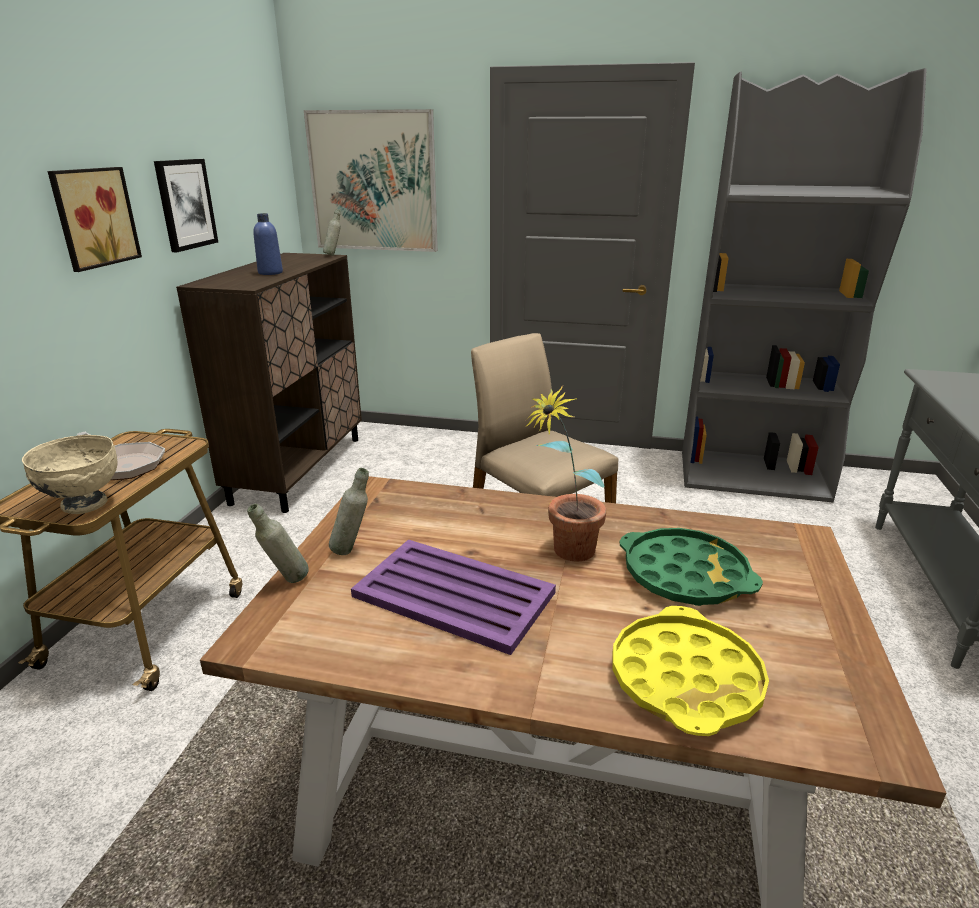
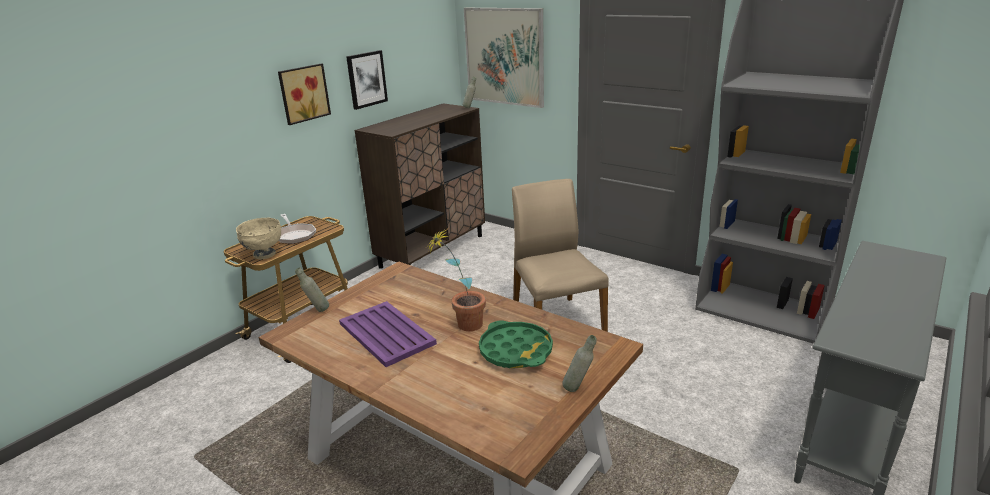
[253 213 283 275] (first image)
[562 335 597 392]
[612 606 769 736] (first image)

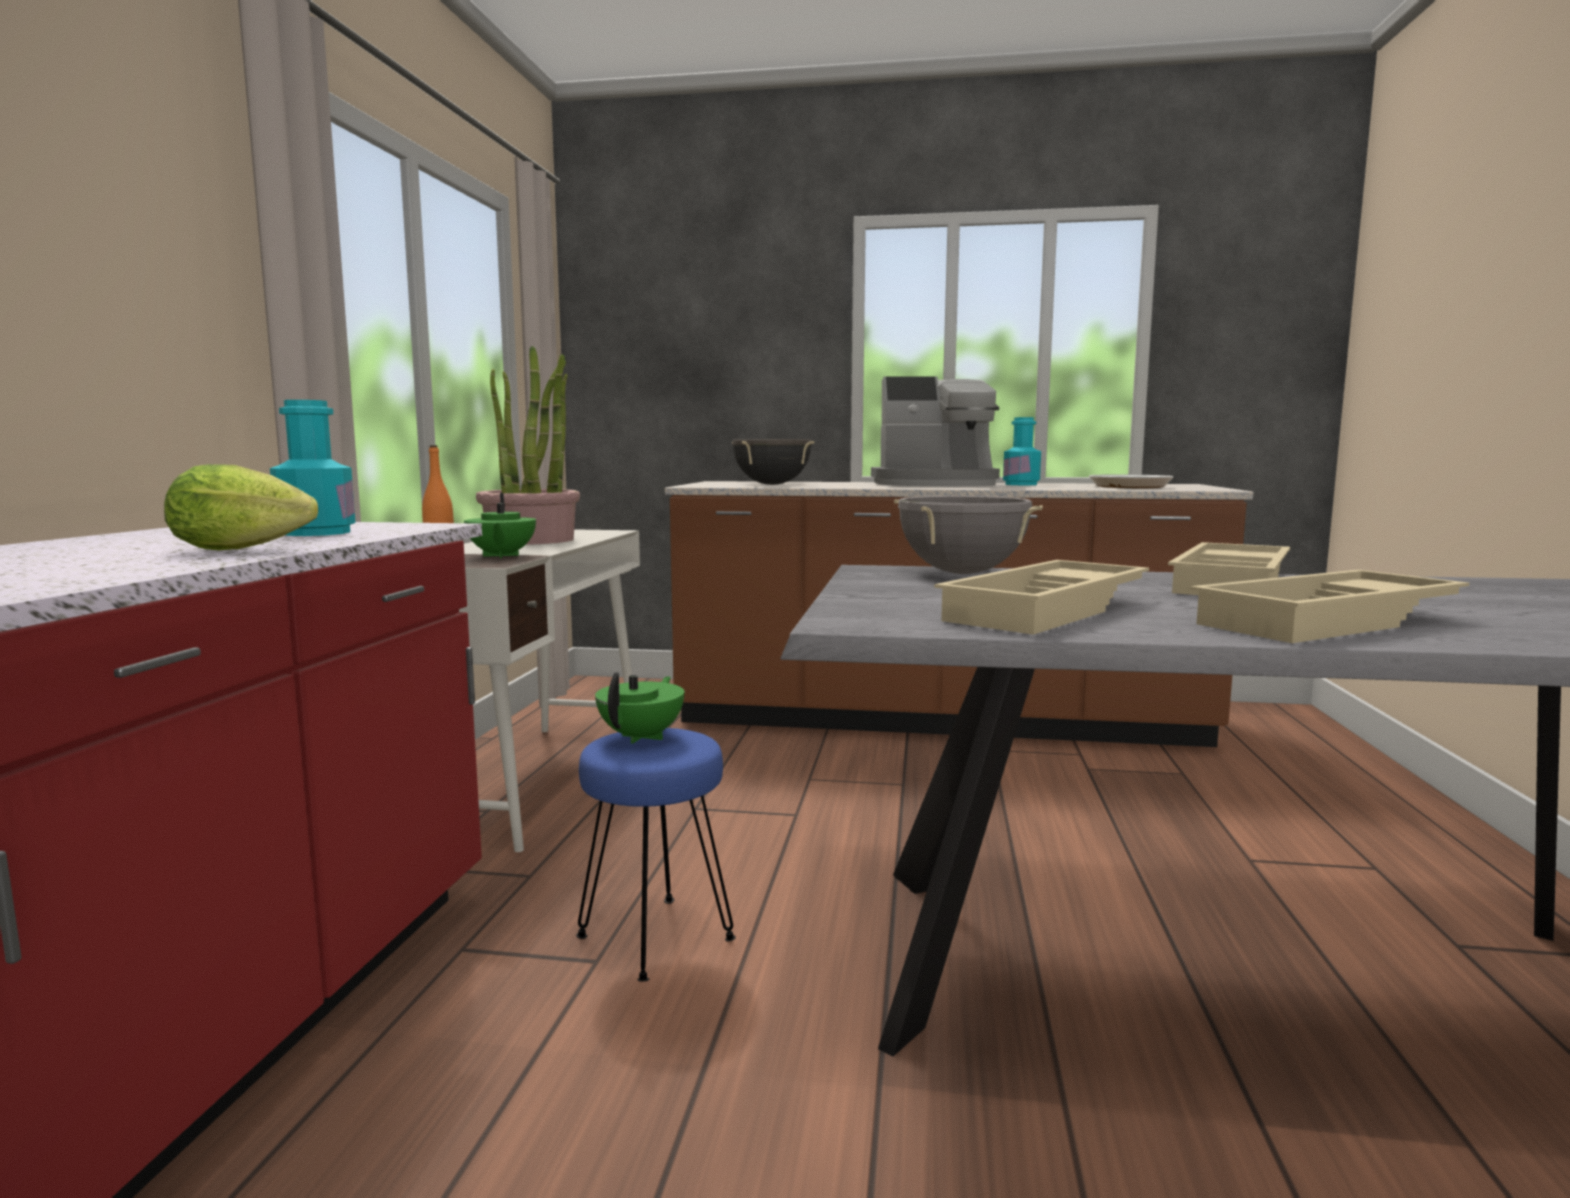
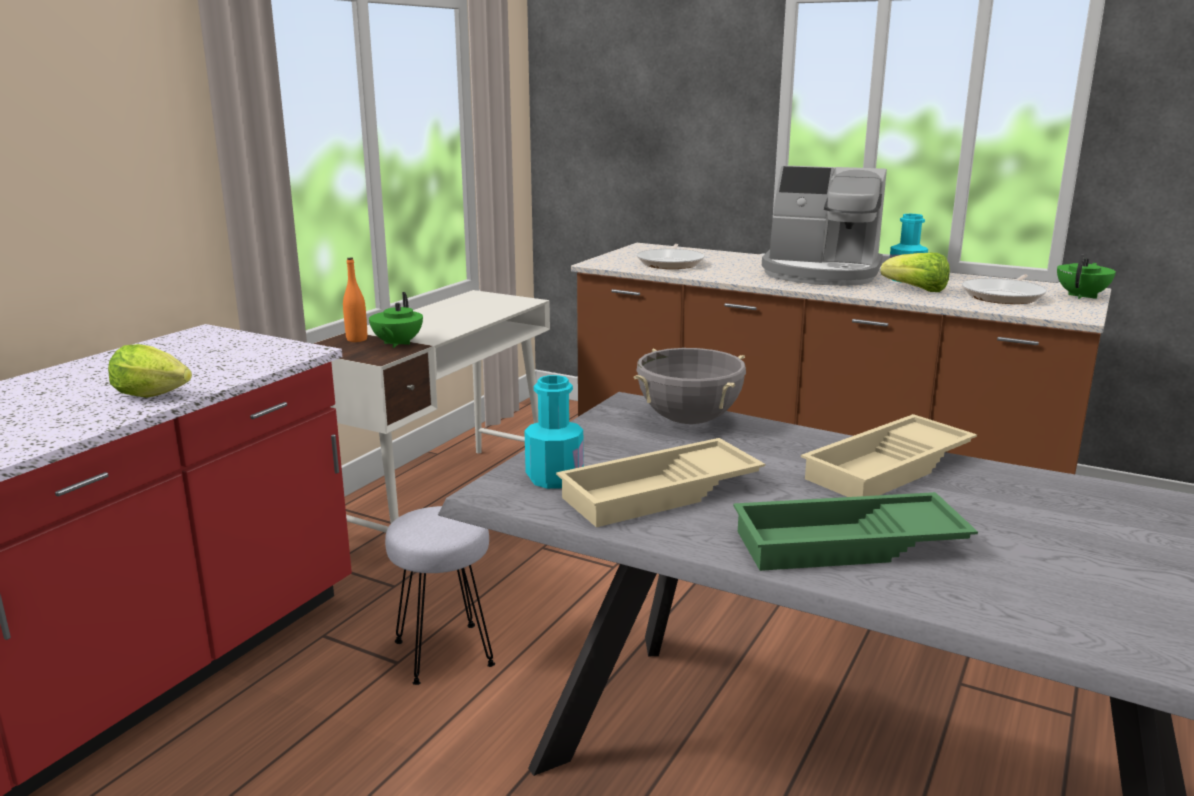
[476 346 580 545] (first image)
[524 375 584 489]
[637 244 705 269]
[733 492 978 571]
[1057 255 1116 299]
[385 506 495 685]
[881 253 950 292]

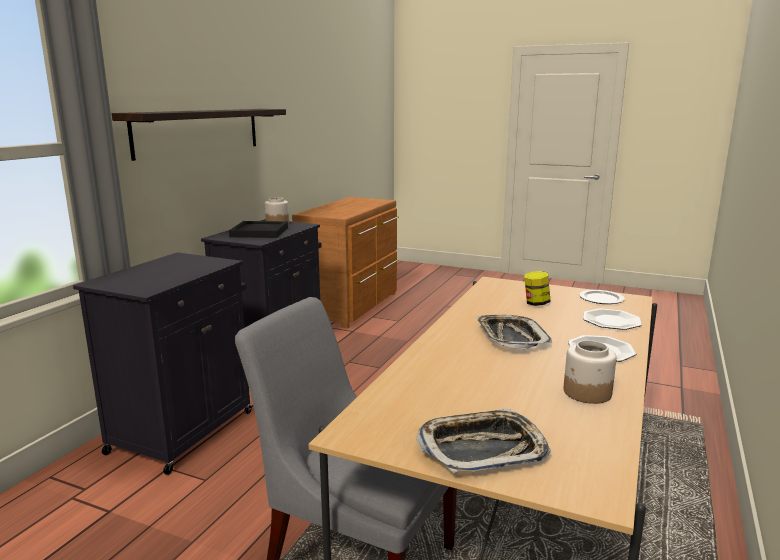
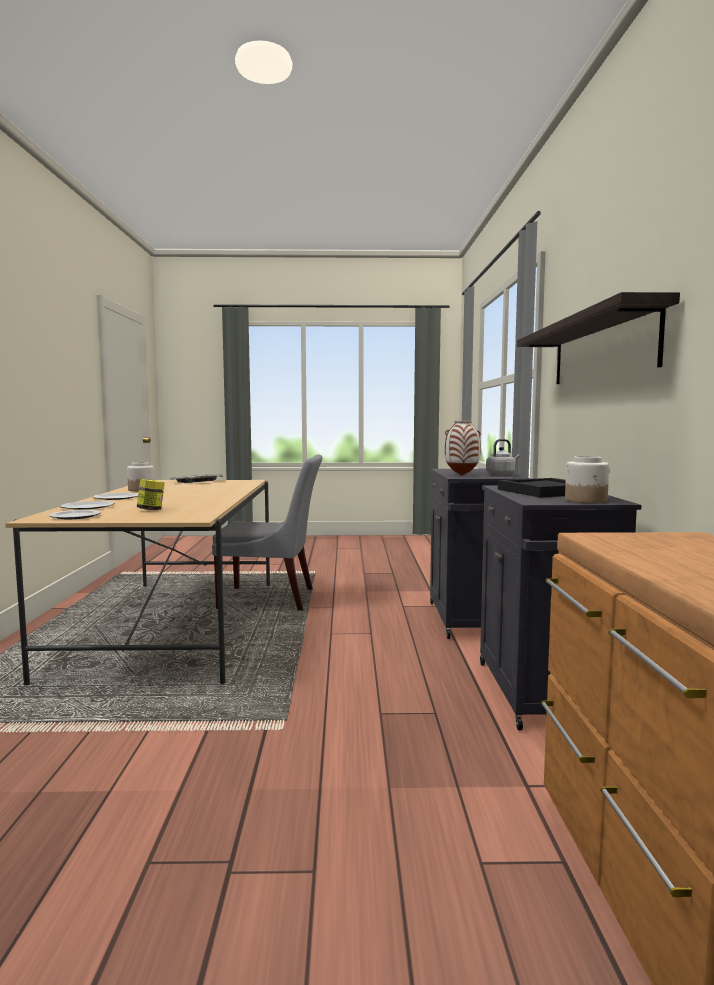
[476 315 552 349] (first image)
[445 421 481 476]
[486 439 520 475]

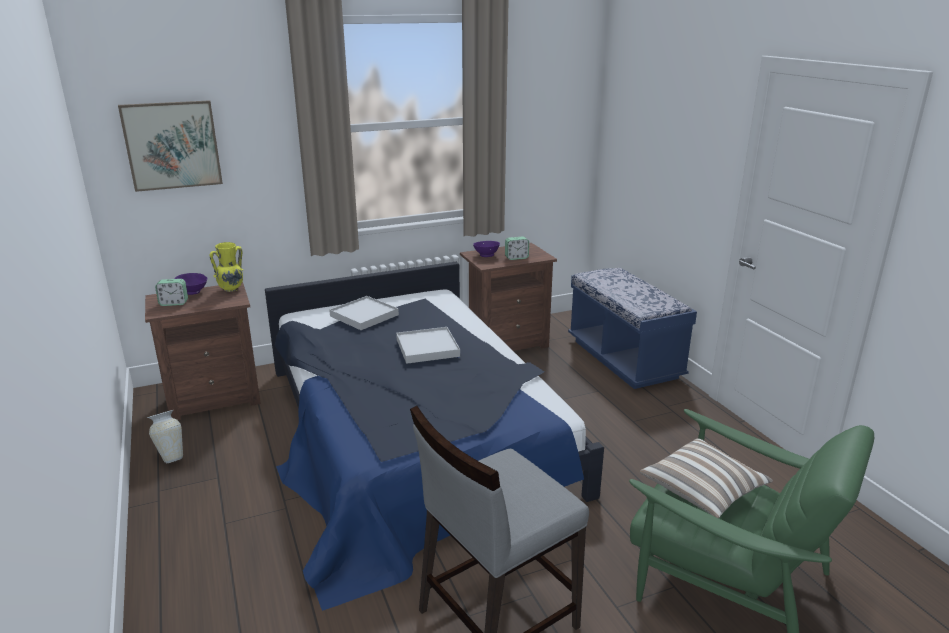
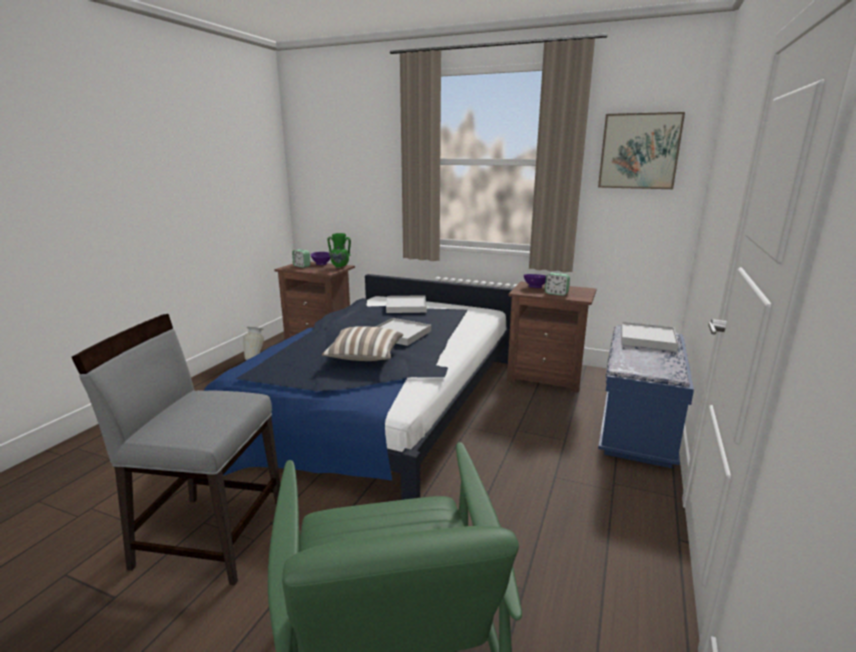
[598 112 685 189]
[327 233 351 268]
[322 326 403 361]
[621 322 679 351]

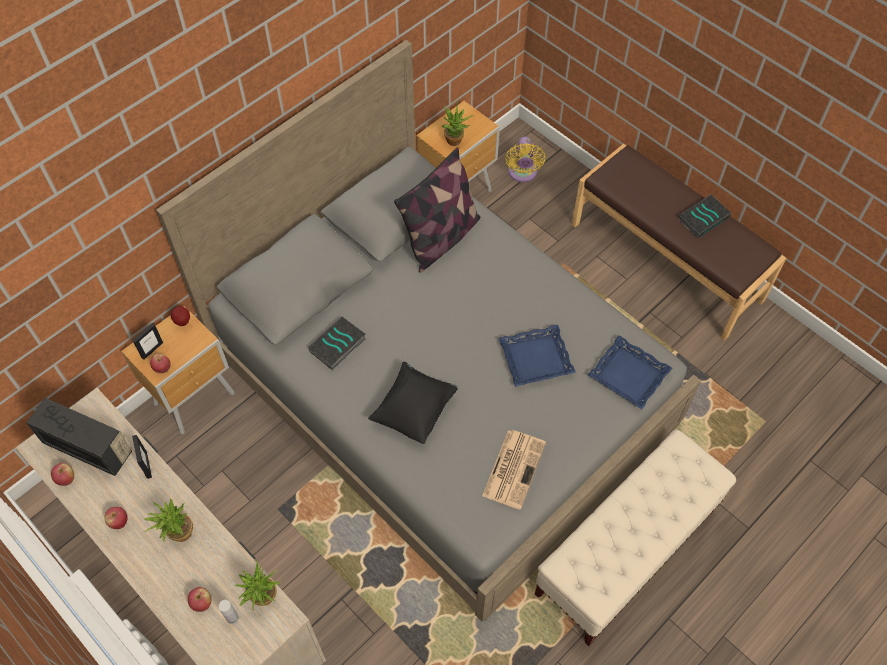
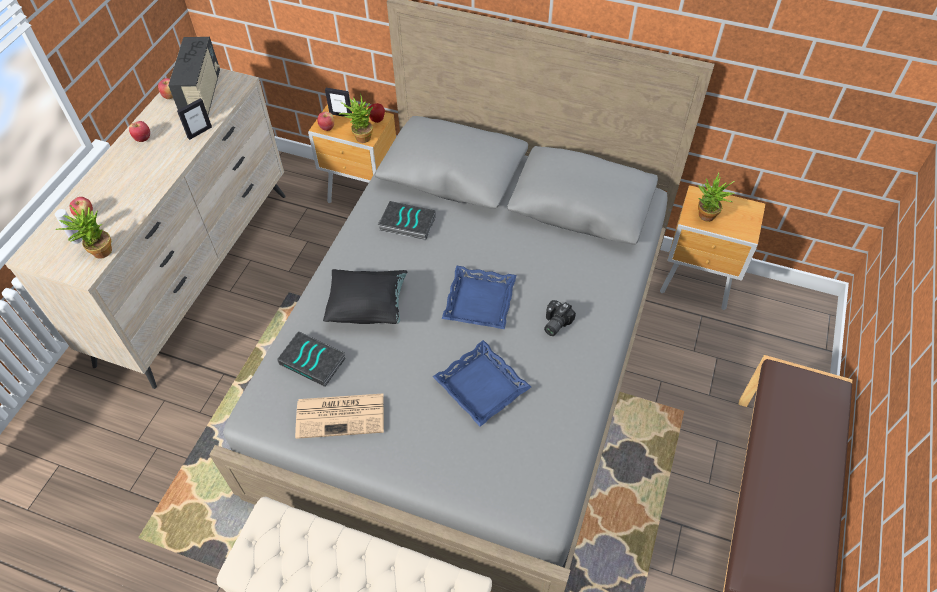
[505 137 546 182] (first image)
[394 147 481 273] (first image)
[277 331 346 387]
[442 265 516 329]
[339 93 373 143]
[544 300 576 336]

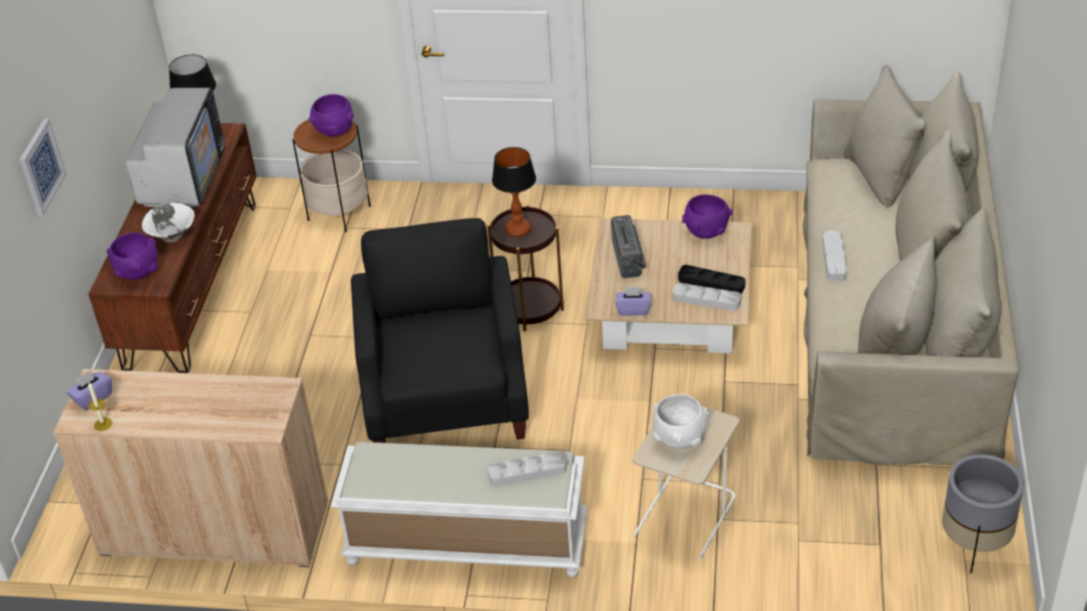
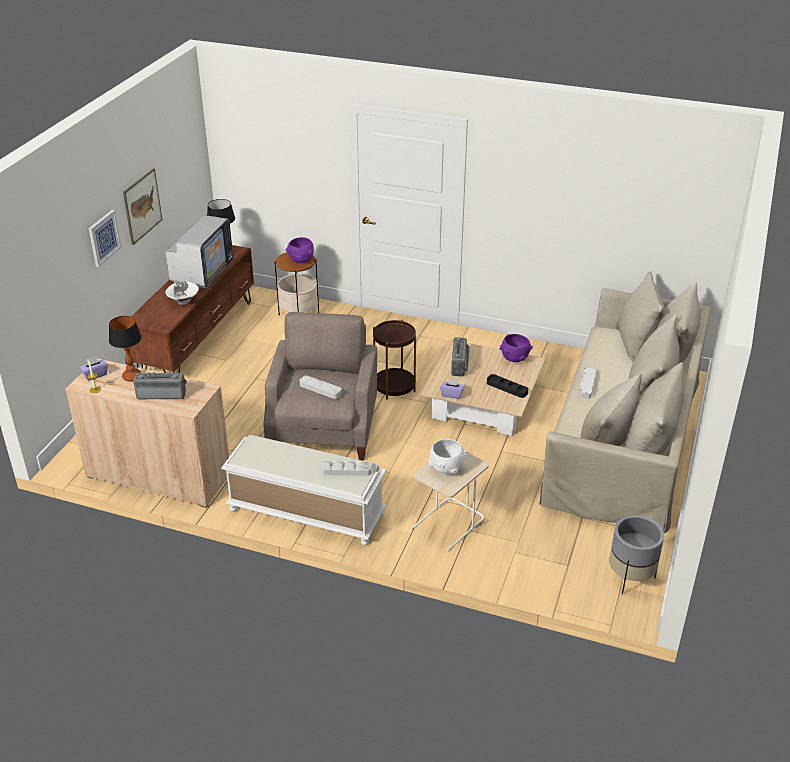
[109 316 142 382]
[263 312 377 460]
[107 233 158 280] (first image)
[299 375 342 399]
[123 168 162 245]
[133 372 187 399]

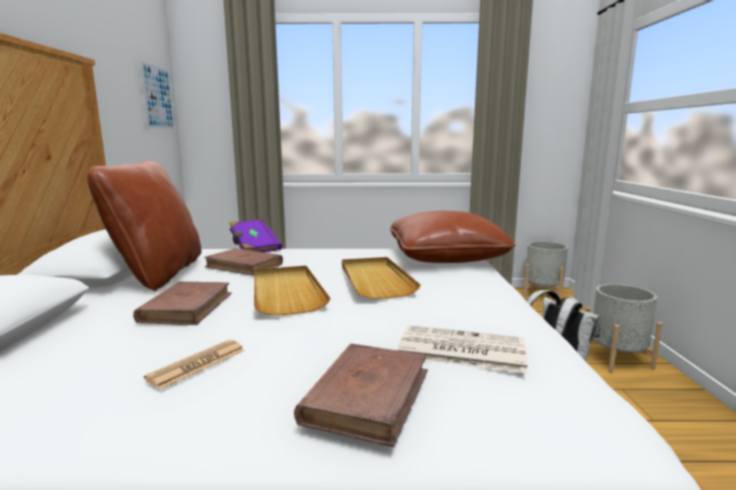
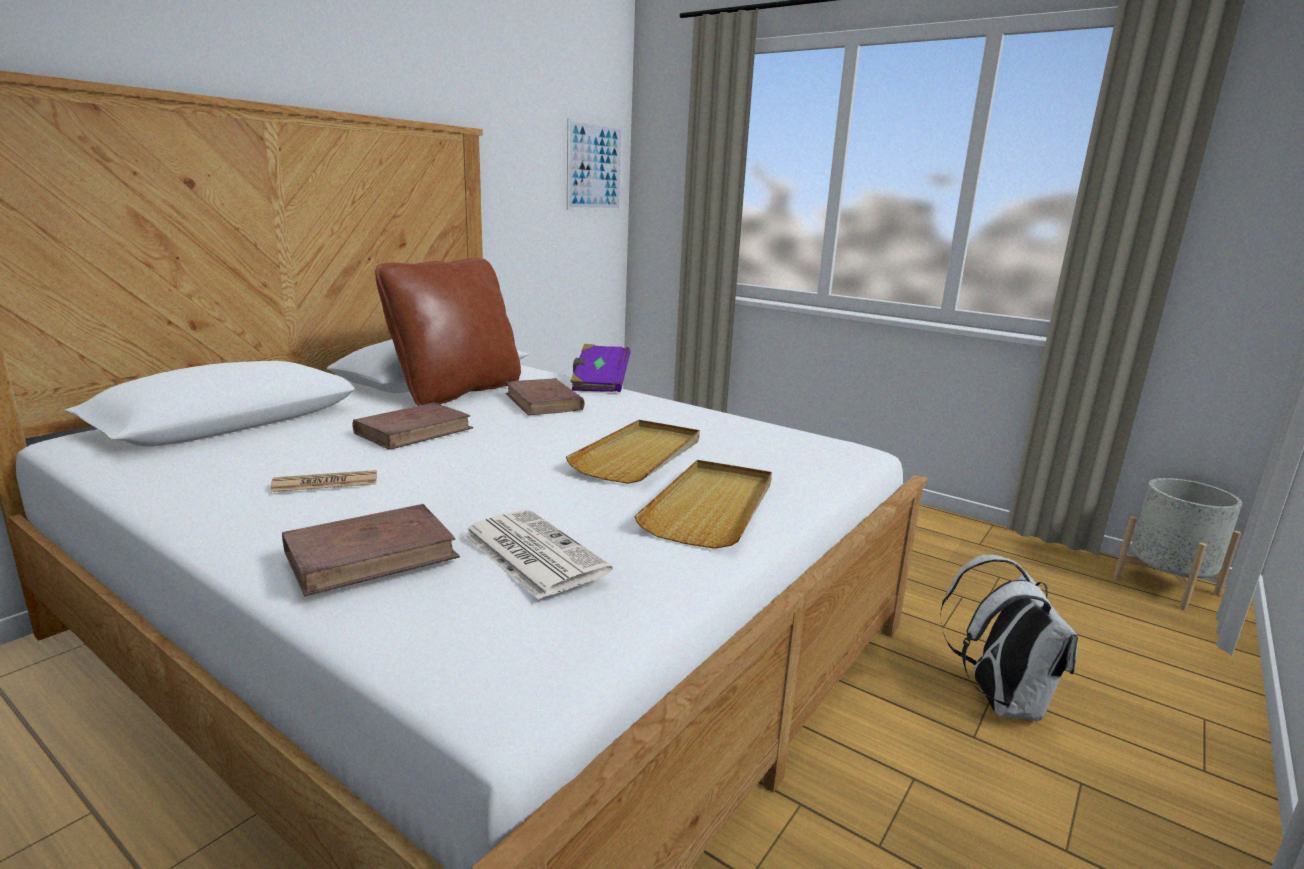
[390 211 516 263] (first image)
[634 460 772 549]
[586 284 663 373] (first image)

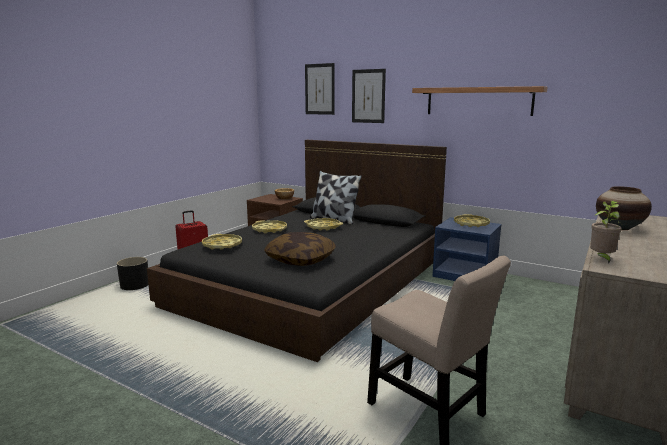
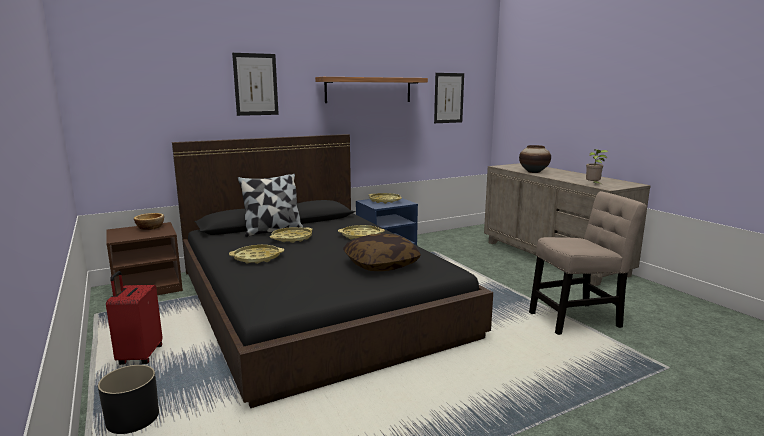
[434 73 464 123]
[338 225 385 240]

